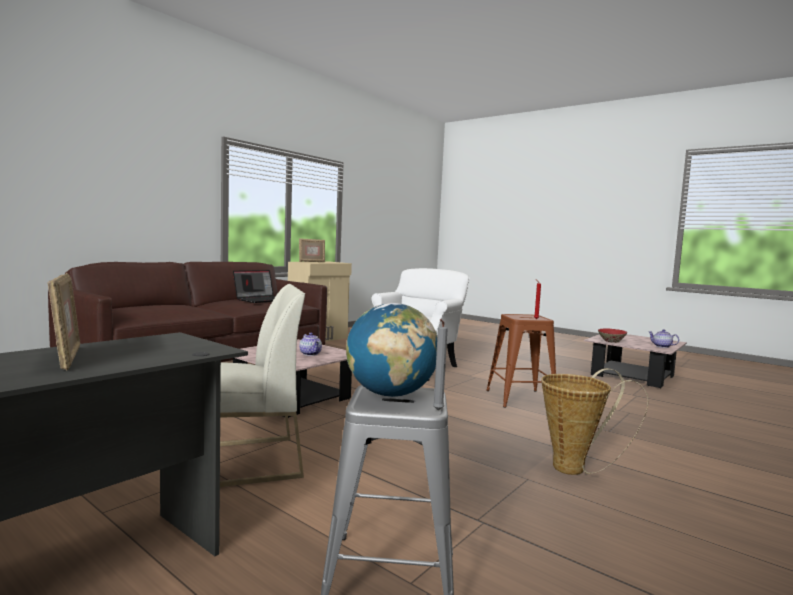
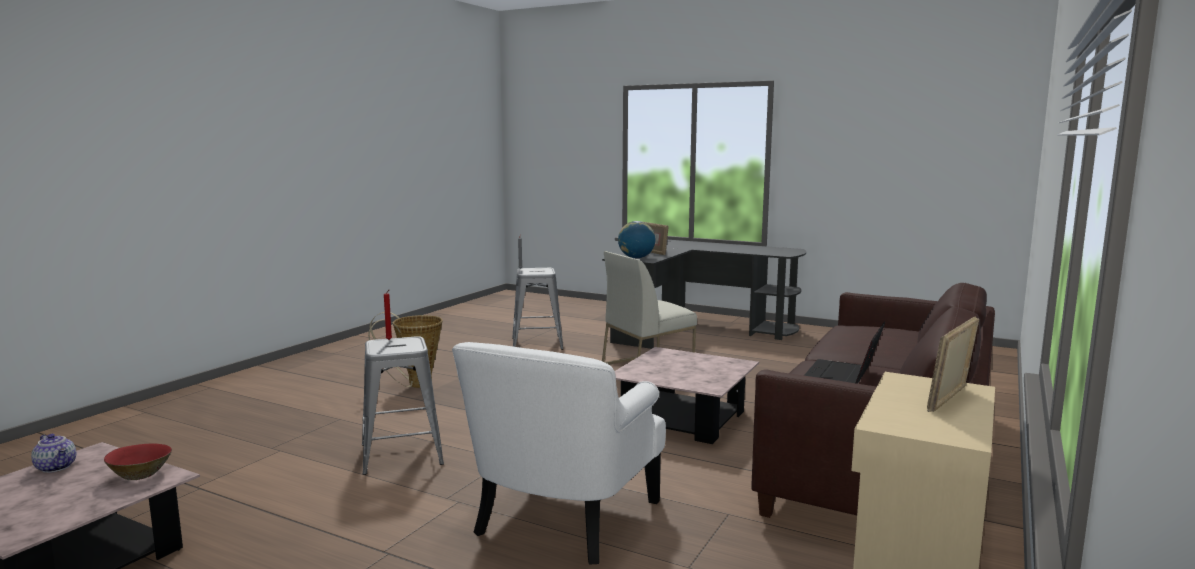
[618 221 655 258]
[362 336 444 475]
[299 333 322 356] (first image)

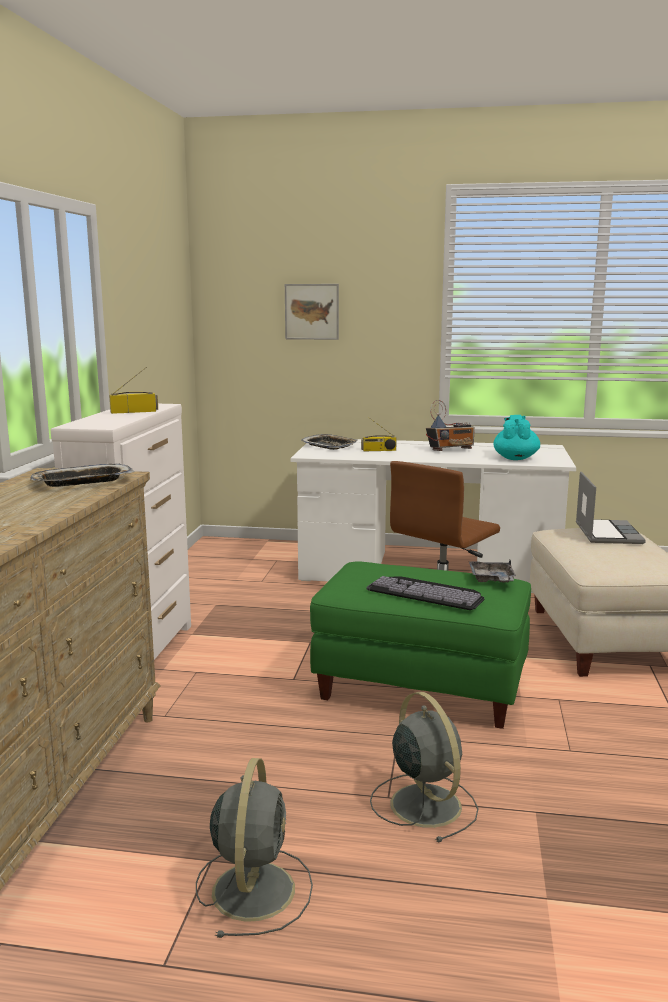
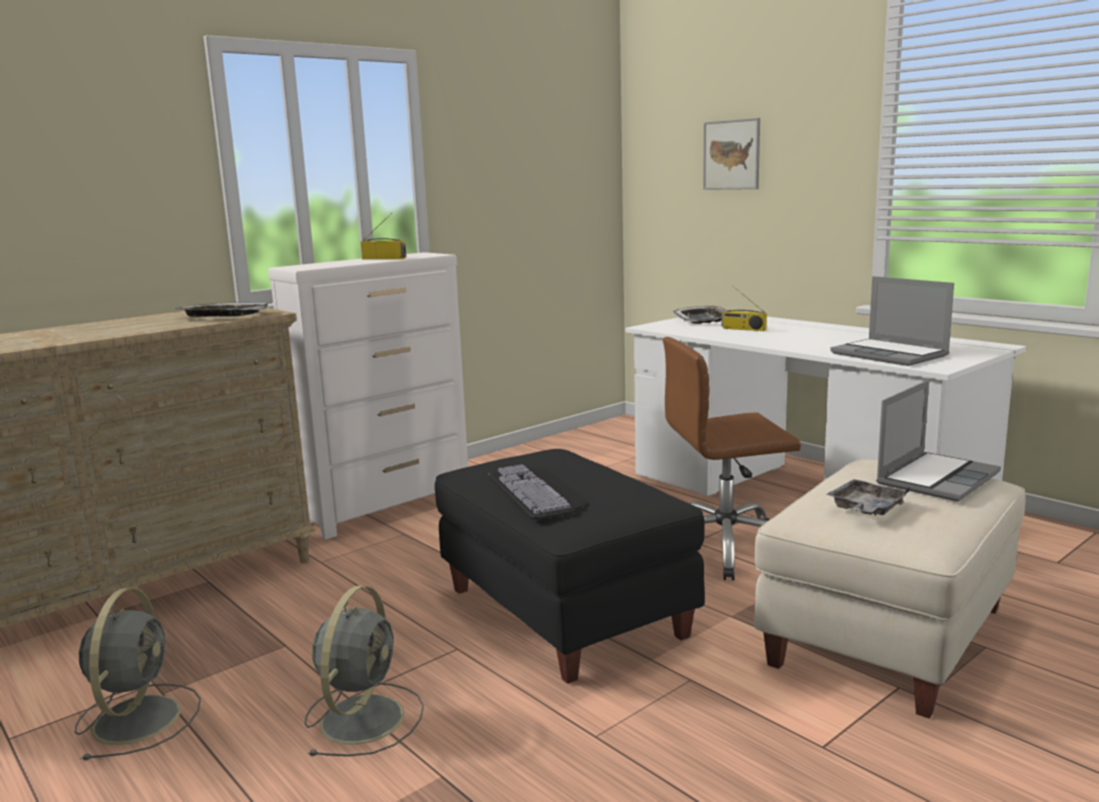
[426 400 475 451] (first image)
[830 276 954 366]
[826 479 910 516]
[435 449 705 684]
[75 588 201 760]

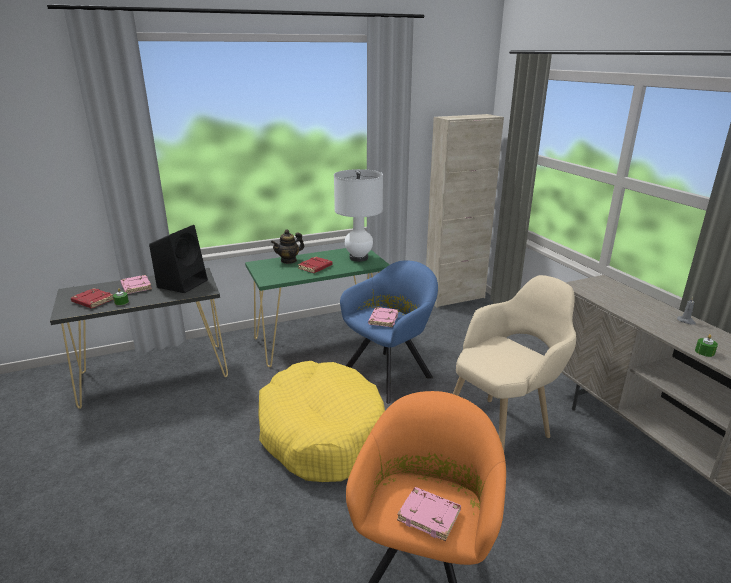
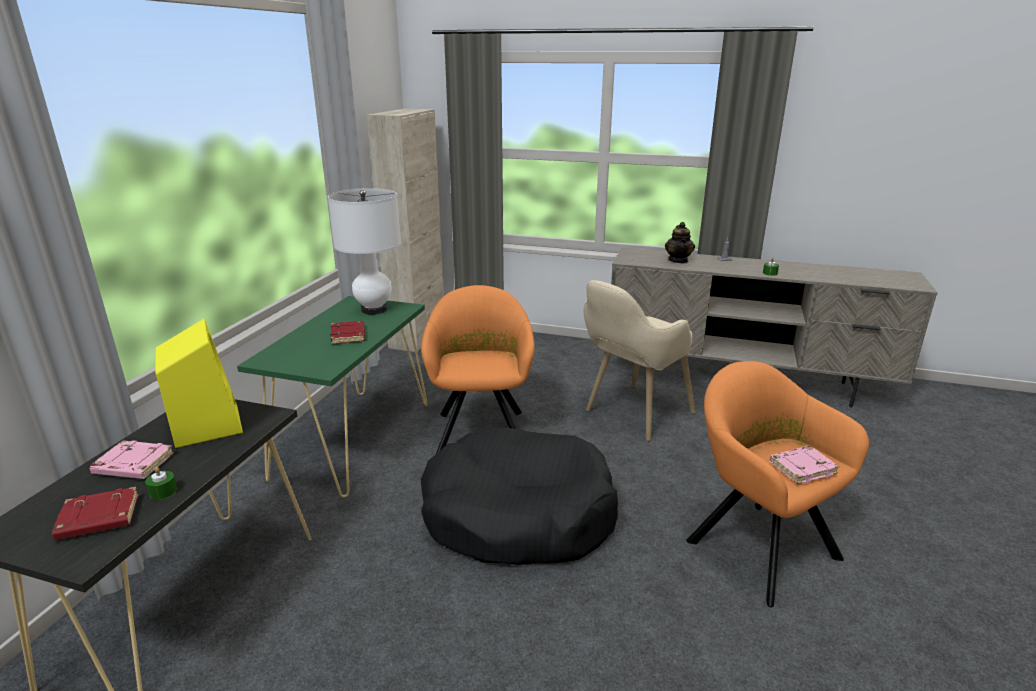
[155 319 243 448]
[665 222 695 263]
[421 285 535 455]
[584 280 695 441]
[368 307 398 327] (first image)
[420 427 618 565]

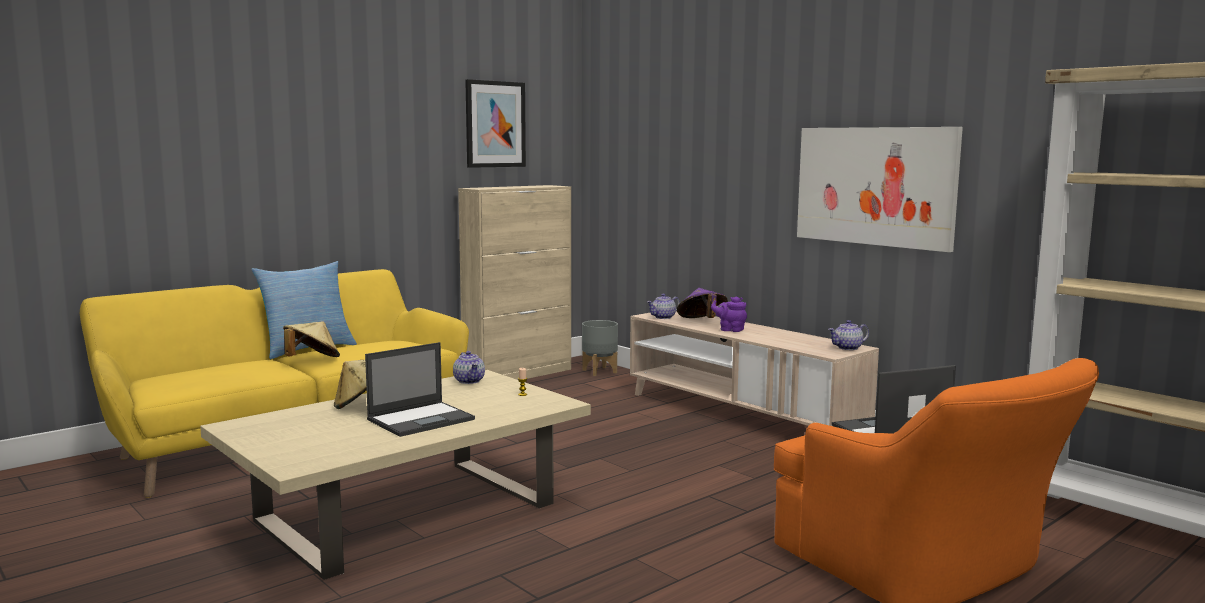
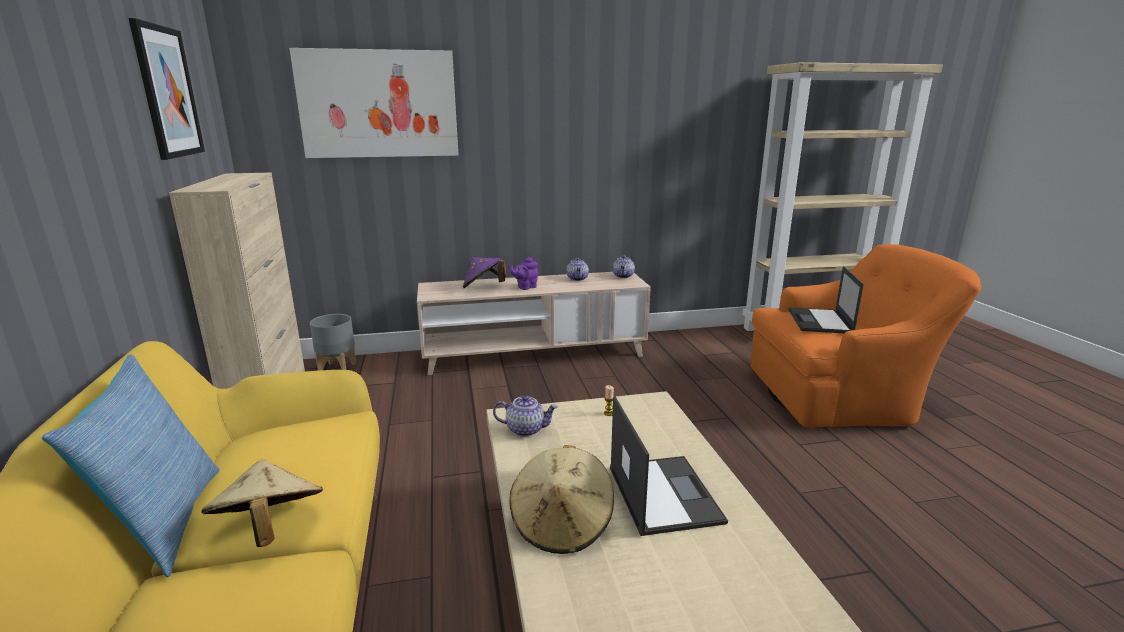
[289 48 459 158]
[566 258 589 281]

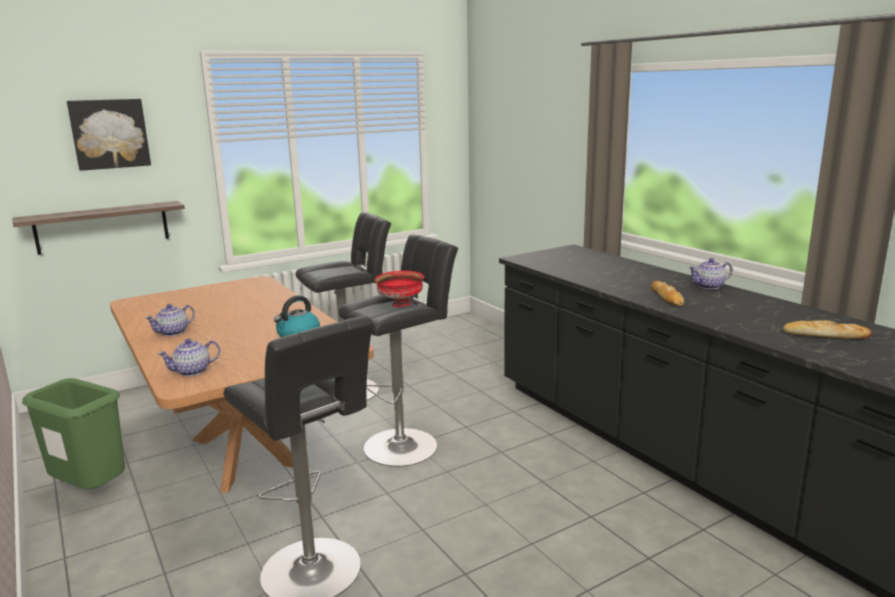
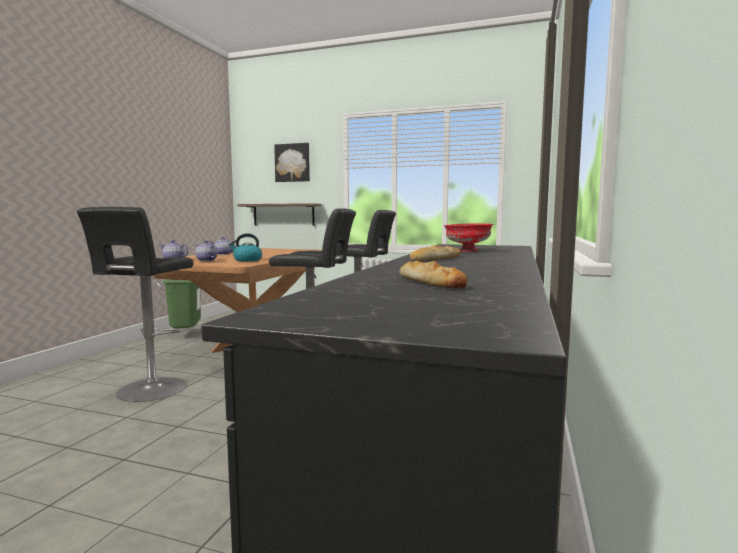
[195 240 218 261]
[444 223 493 252]

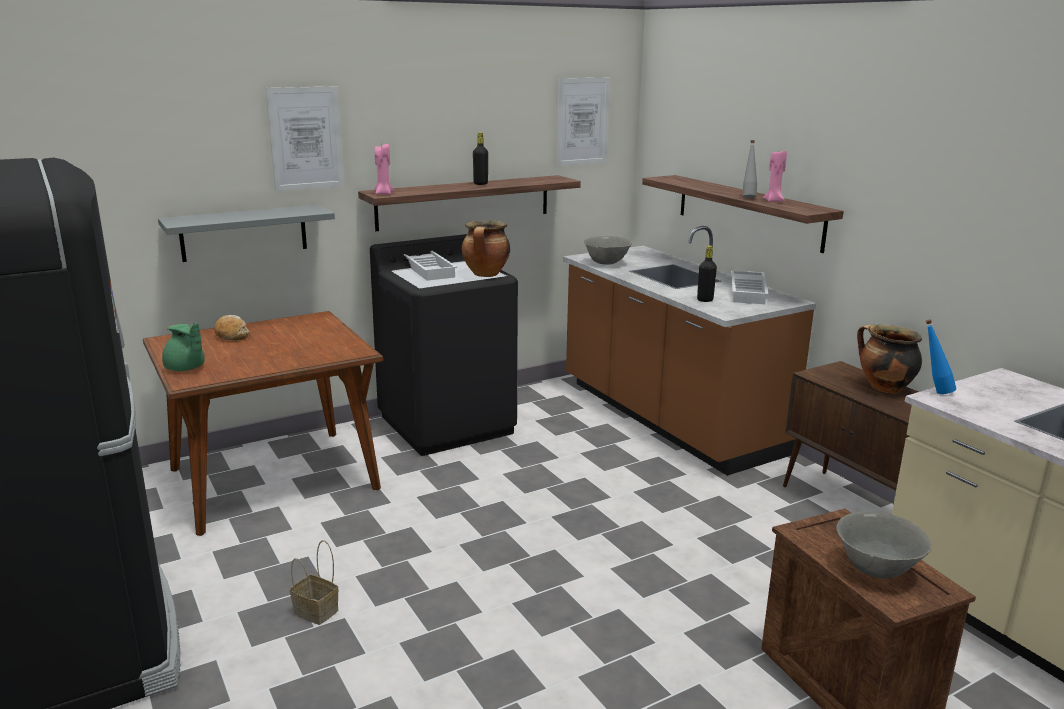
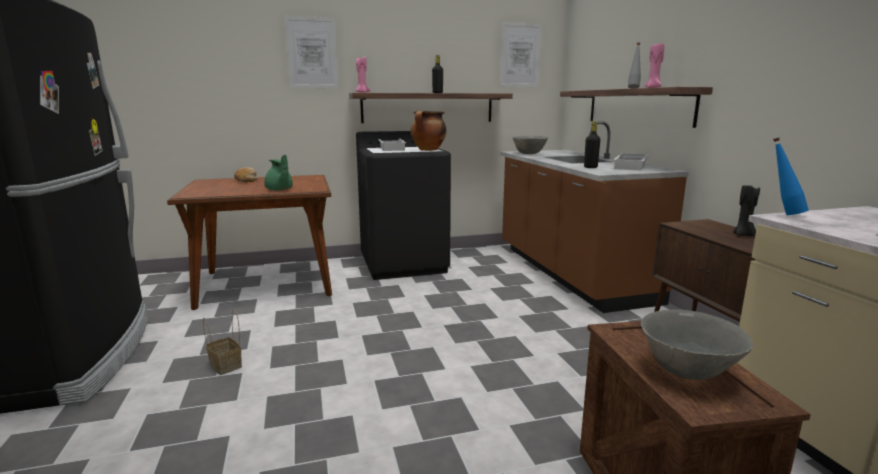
[158 205 335 262] (first image)
[264 154 293 190]
[733 184 760 236]

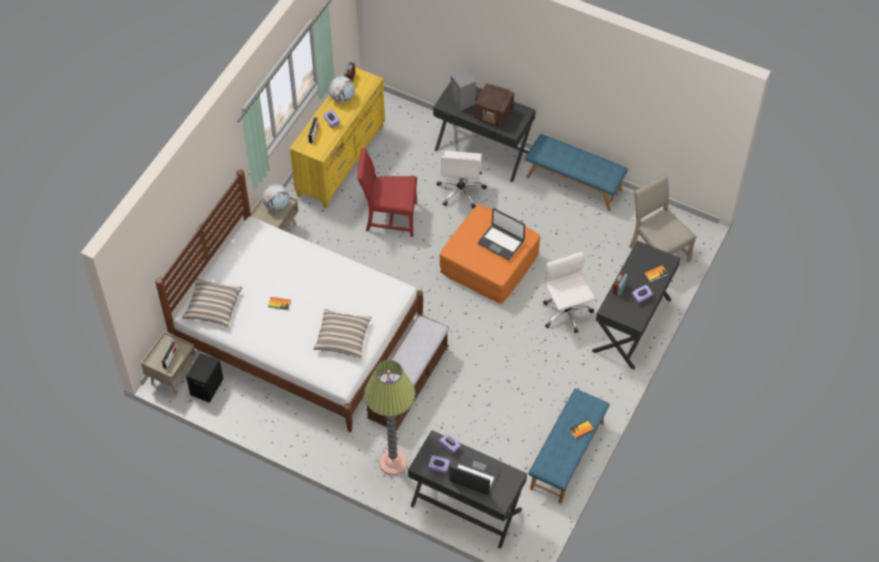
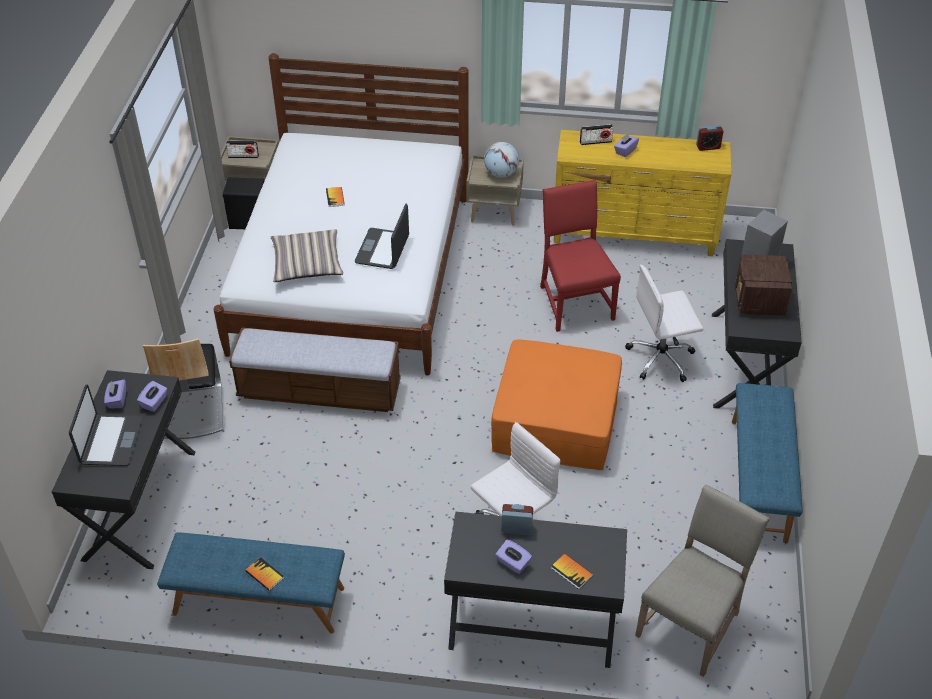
[328 76 355 103] (first image)
[355 204 409 269]
[182 278 242 327] (first image)
[143 338 223 439]

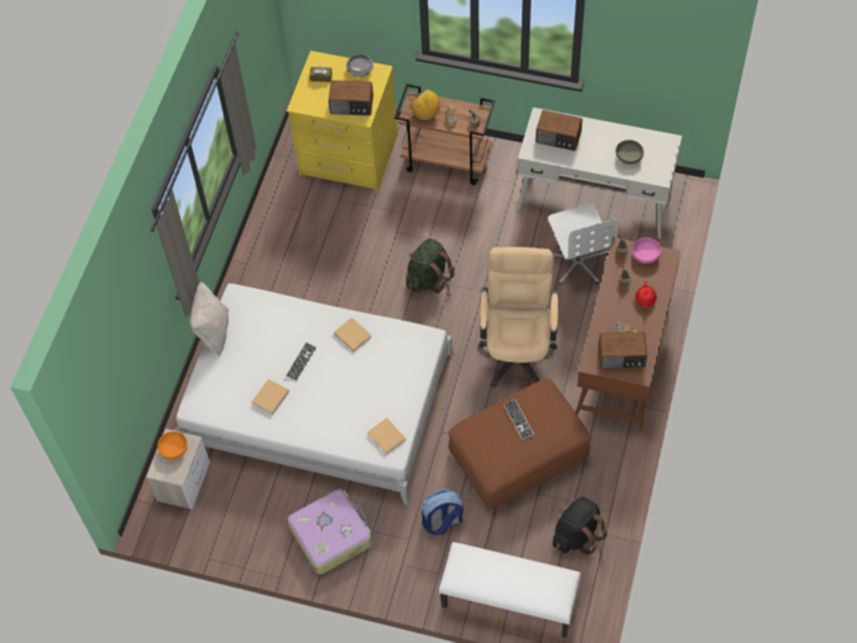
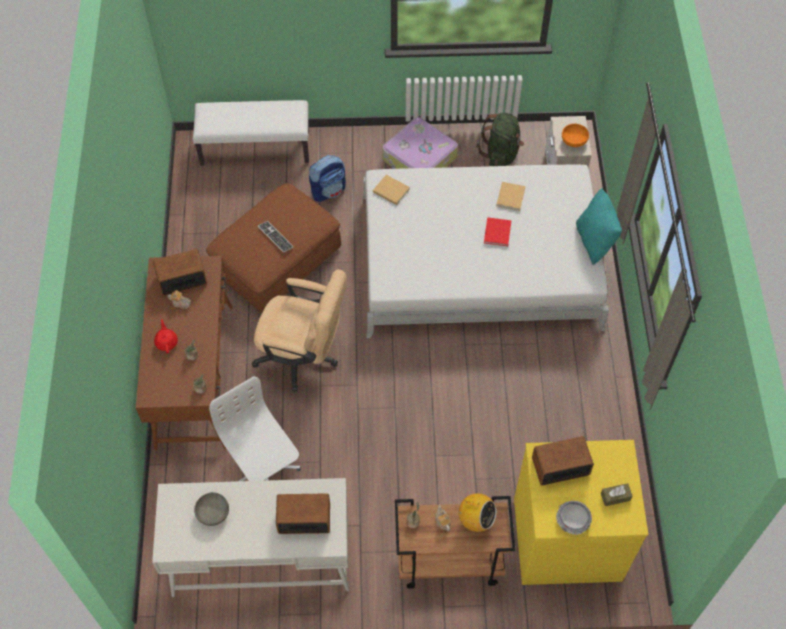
[476 113 524 166]
[632 238 661 264] (first image)
[252 269 347 391]
[576 188 622 265]
[334 318 372 352] (first image)
[484 217 512 246]
[553 497 607 555] (first image)

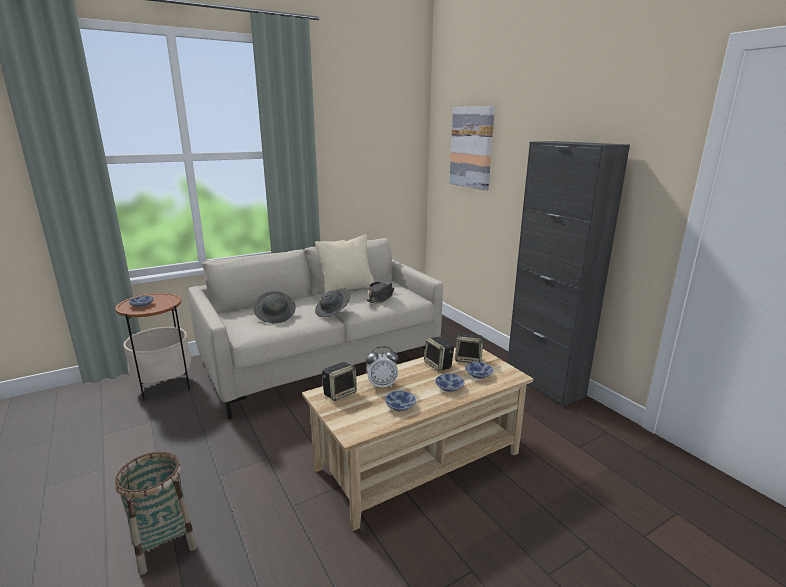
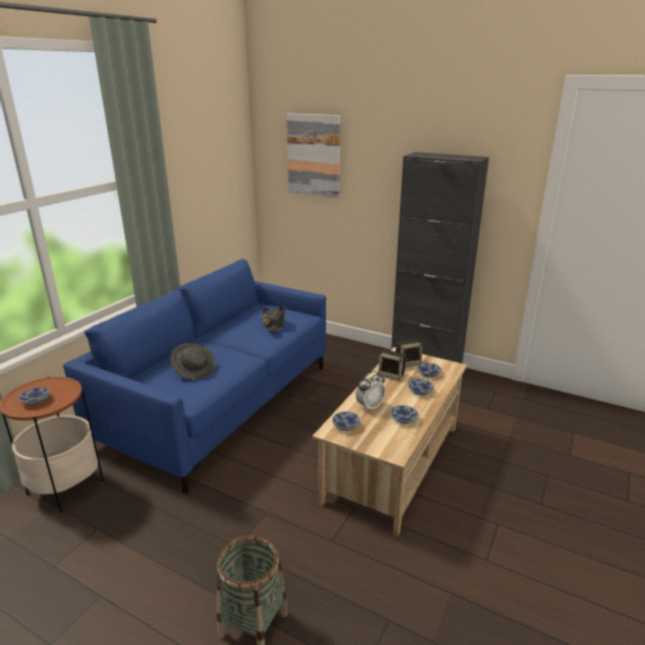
[315 235 374 293] (first image)
[63 259 326 494]
[315 288 350 317] (first image)
[332 411 361 431]

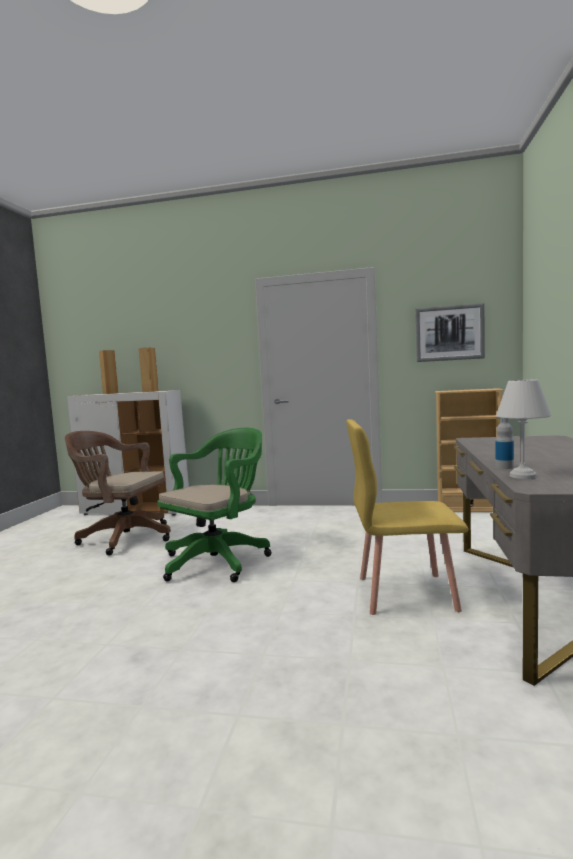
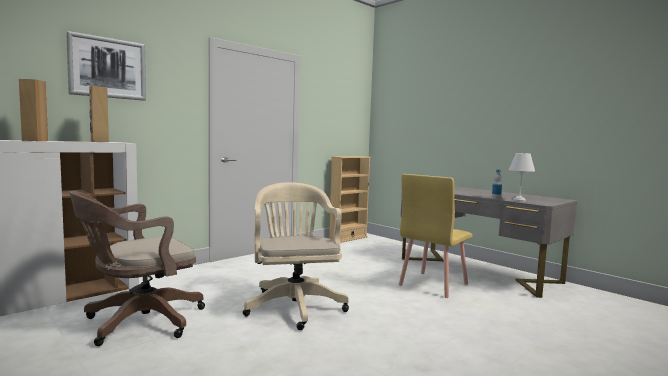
[66 31 146 101]
[243 182 349 330]

